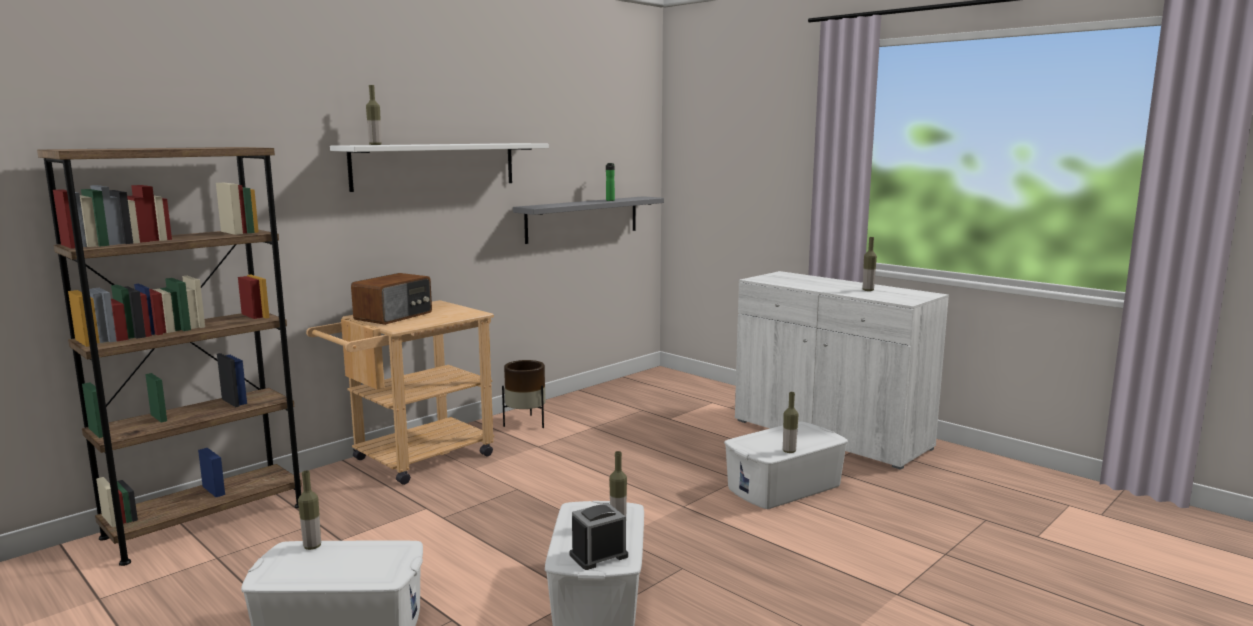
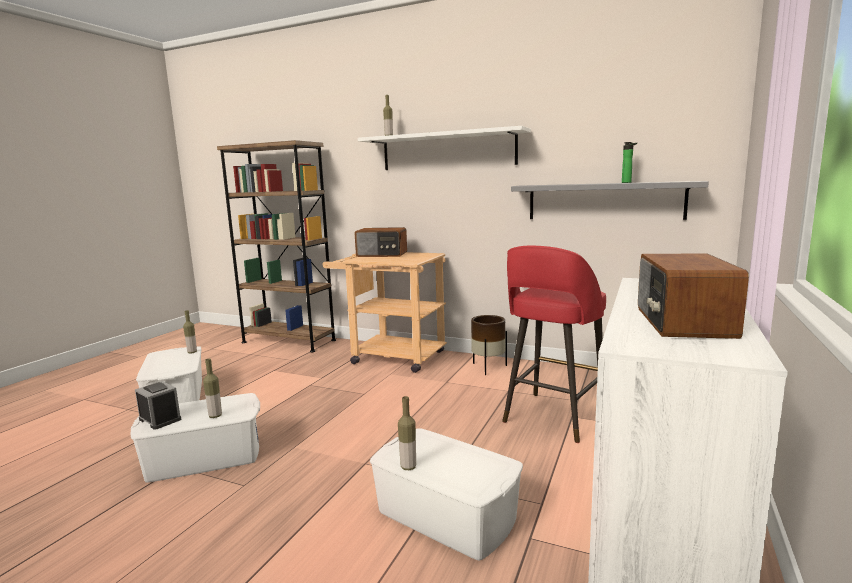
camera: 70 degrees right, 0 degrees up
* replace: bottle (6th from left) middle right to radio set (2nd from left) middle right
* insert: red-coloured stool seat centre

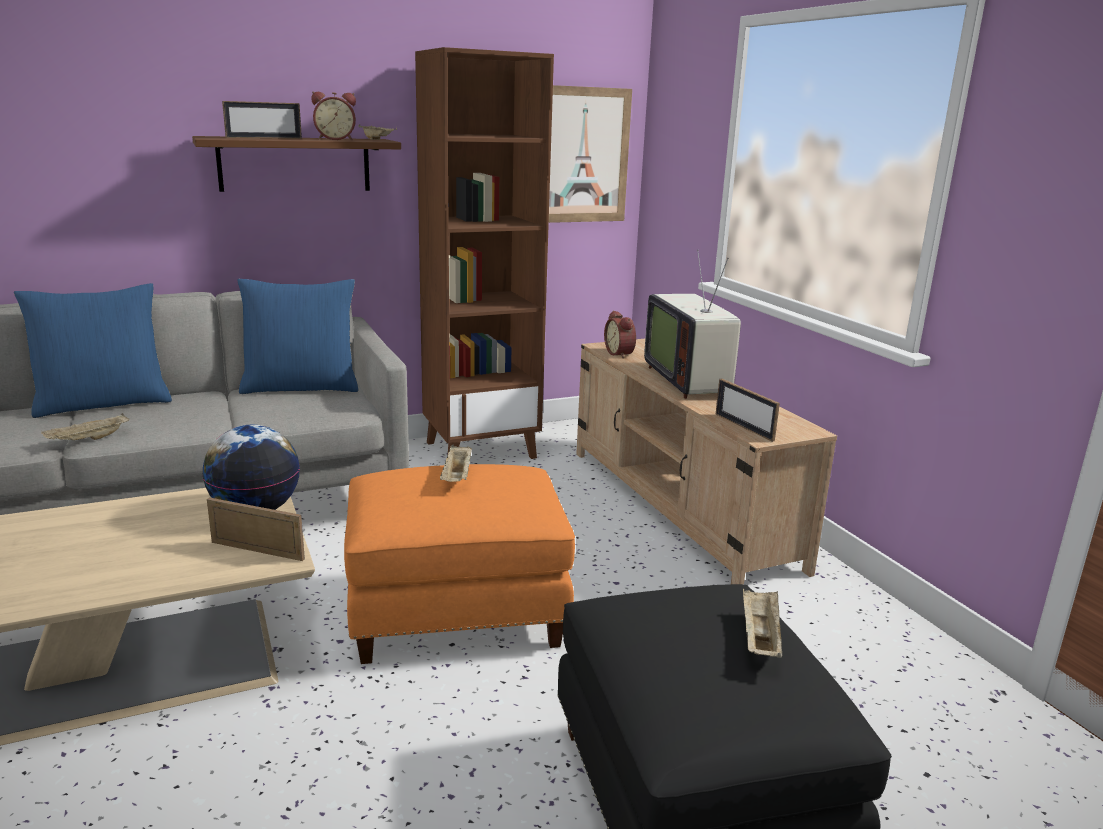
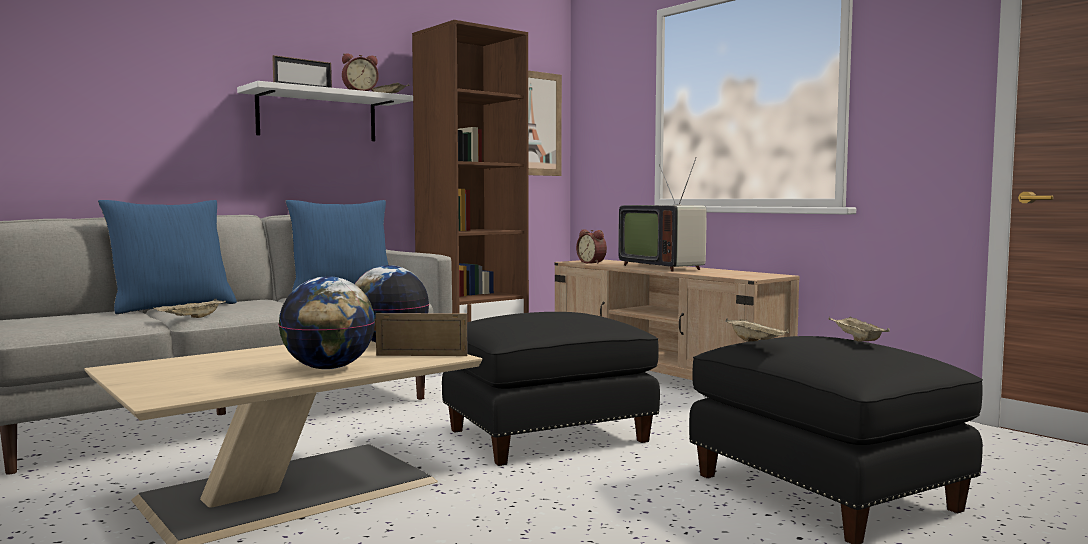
camera: 15 degrees left, 15 degrees down
* recolor: brownish shelf top left to white-coloured shelf top left
* delete: picture frame (3rd from left) middle right
* move: sand-coloured carrying tray (3rd from left) centre to middle right
* recolor: orange pouffe bottom centre to black pouffe (1st from left) bottom centre
* insert: globe (1st from left) middle left

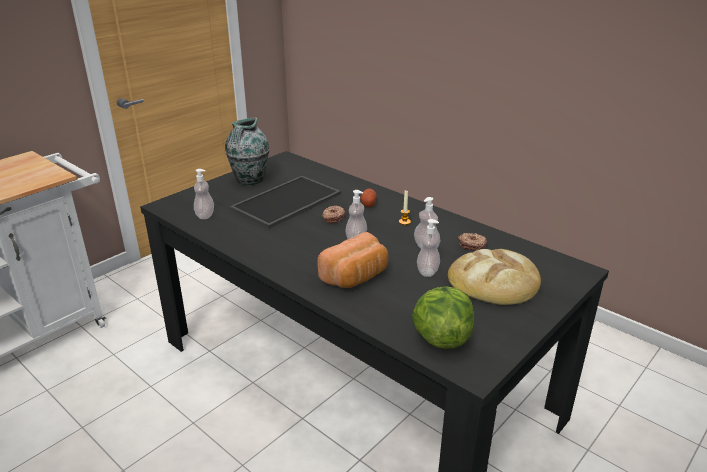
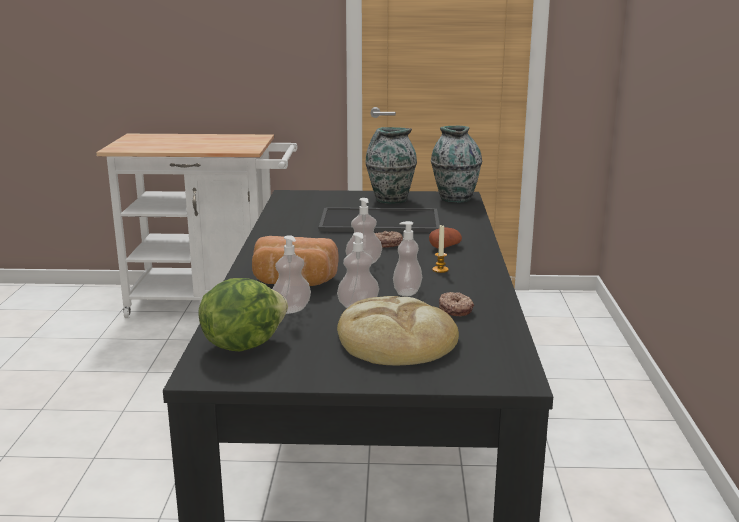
camera: 50 degrees right, 10 degrees down
* move: liquid soap bottle (1st from left) middle left to centre
* insert: flower vase (2nd from left) top centre

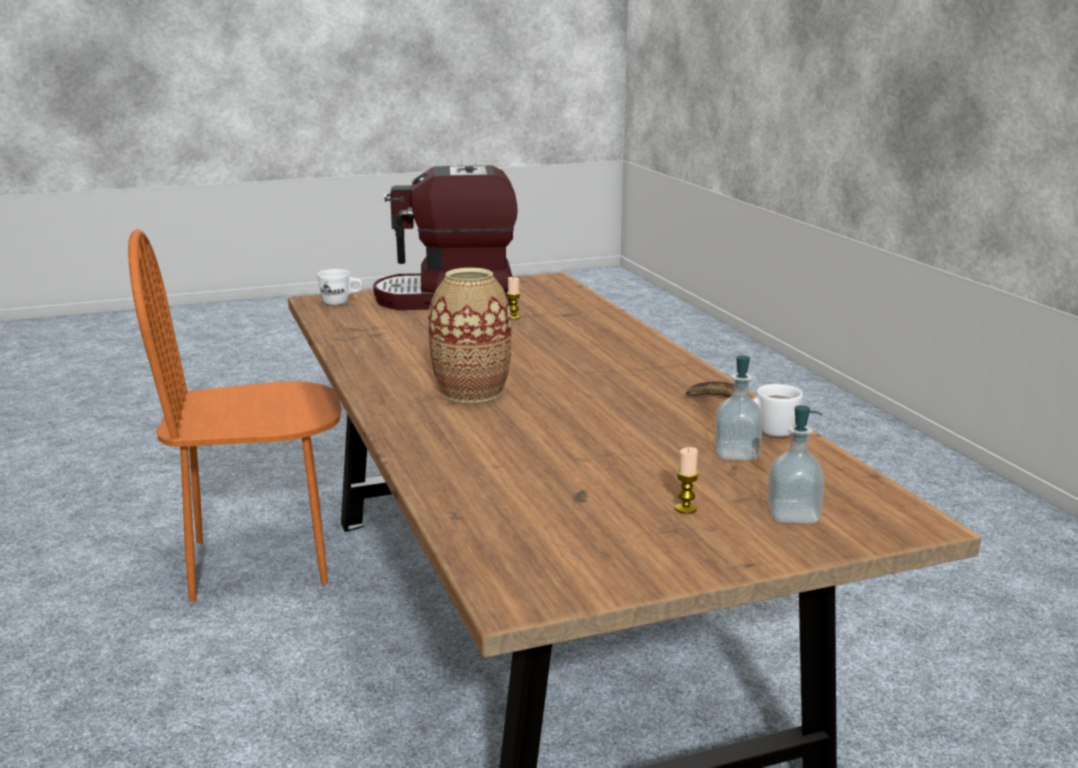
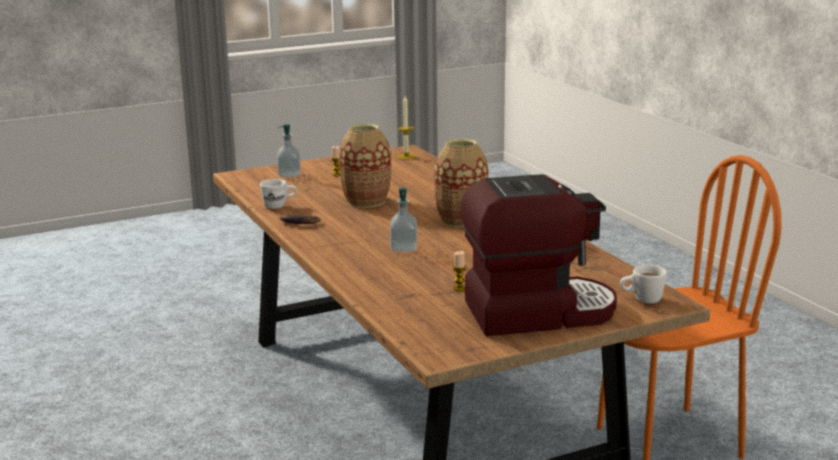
camera: 175 degrees right, 0 degrees up
* move: liquid soap bottle (1st from left in the first image) middle right to liquid soap bottle (2nd from left) centre
* insert: wax candle (2nd from left) top centre
* insert: flower vase (1st from left) centre

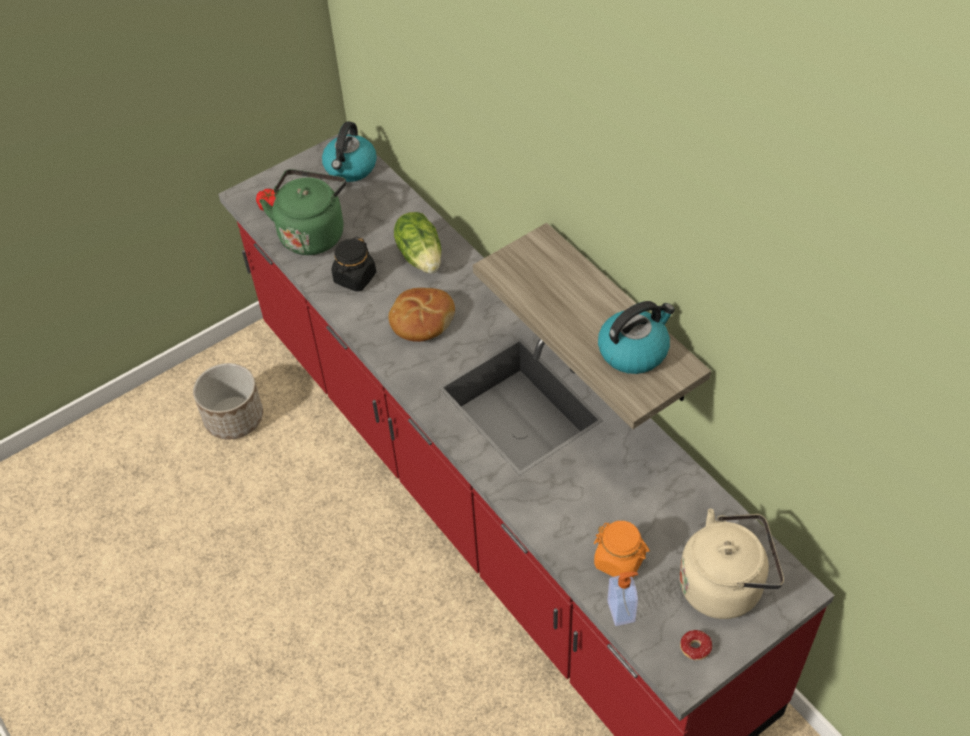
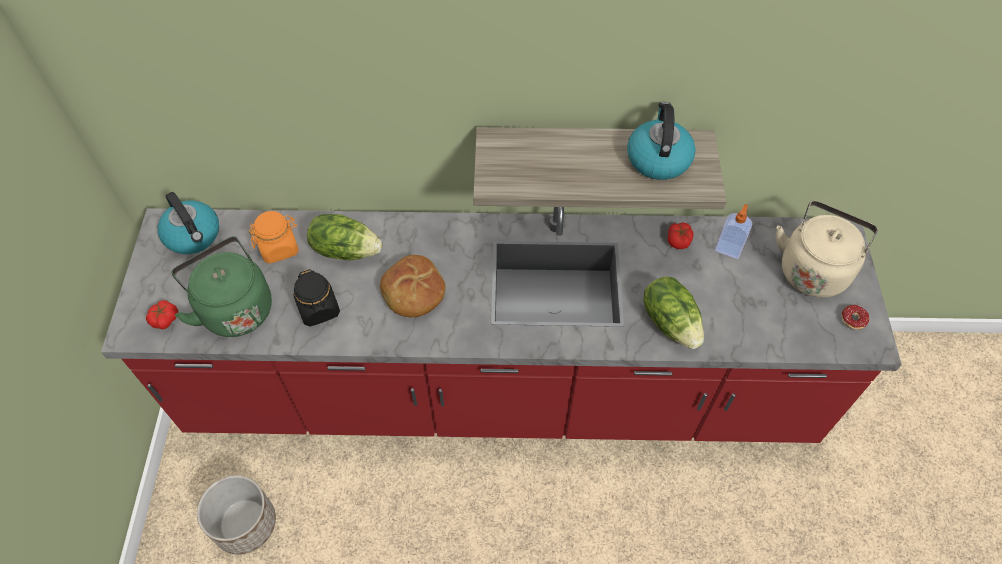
camera: 55 degrees left, 5 degrees up
* move: orange storage jar bottom centre to middle left
* move: liquid soap bottle bottom centre to middle right
* insert: tomato (2nd from left) middle right
* insert: lettuce (2nd from left) middle right

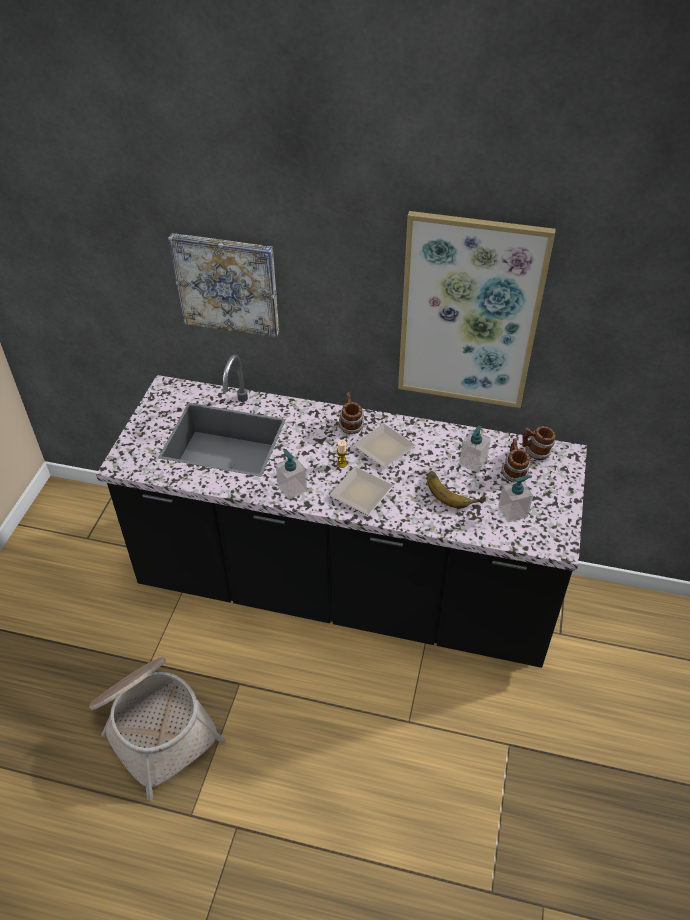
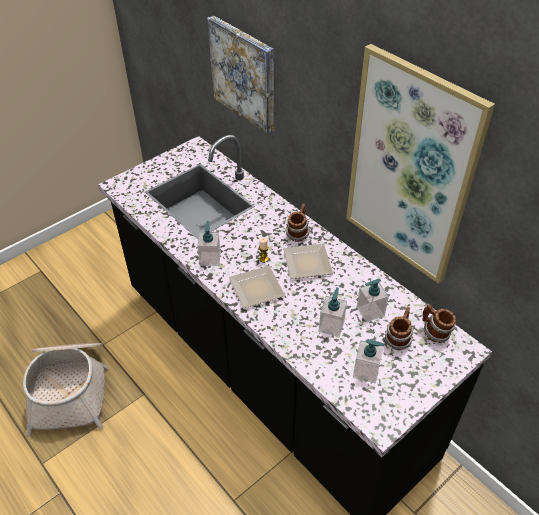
camera: 35 degrees right, 0 degrees up
* replace: banana fruit centre to liquid soap bottle (2nd from left) centre

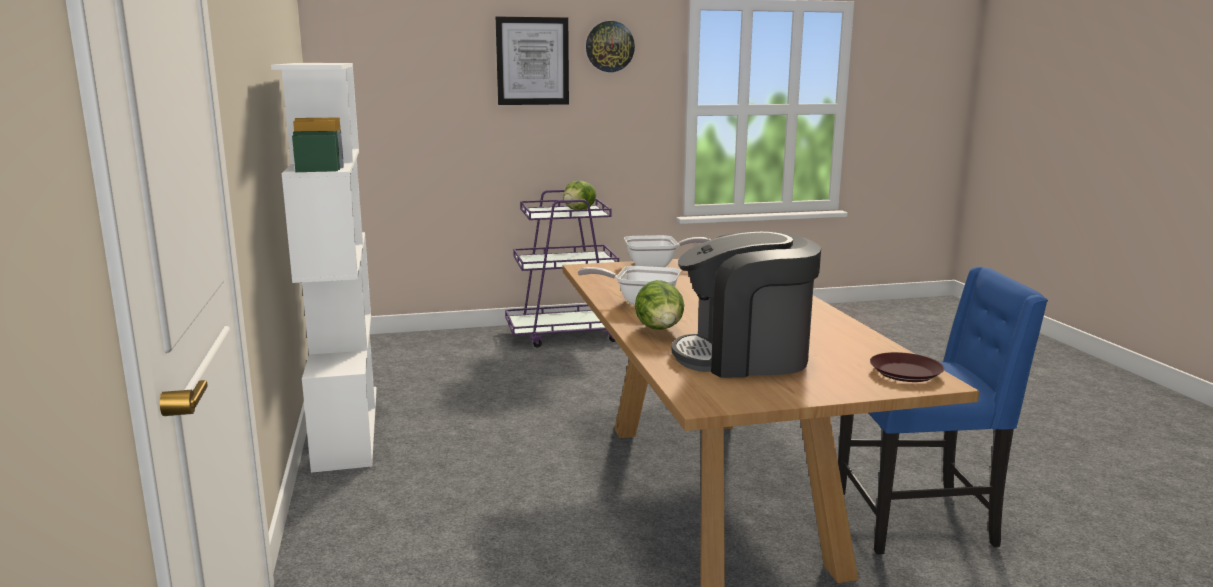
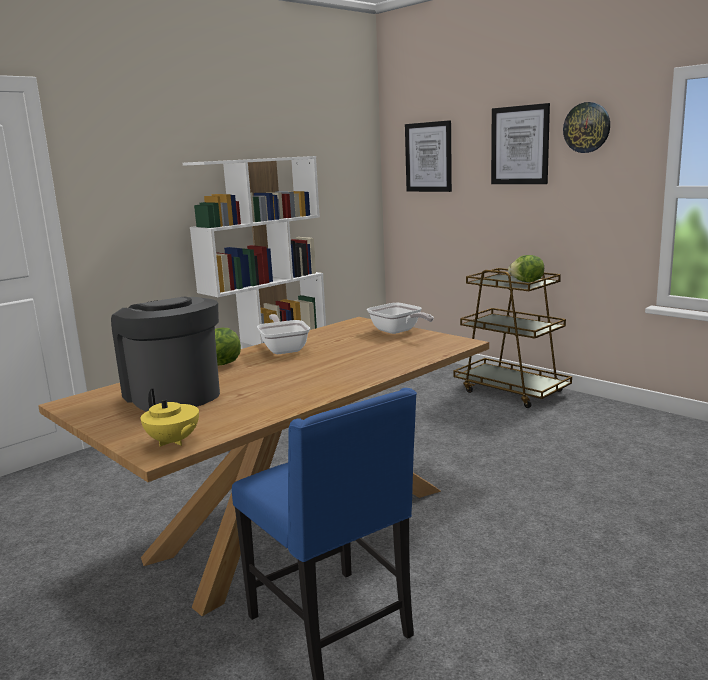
camera: 60 degrees right, 0 degrees up
* recolor: purplish wheeled cart centre to brownish wheeled cart middle right
* replace: brownish plate middle right to yellow-coloured teapot middle left
* insert: wall picture (1st from left) top centre

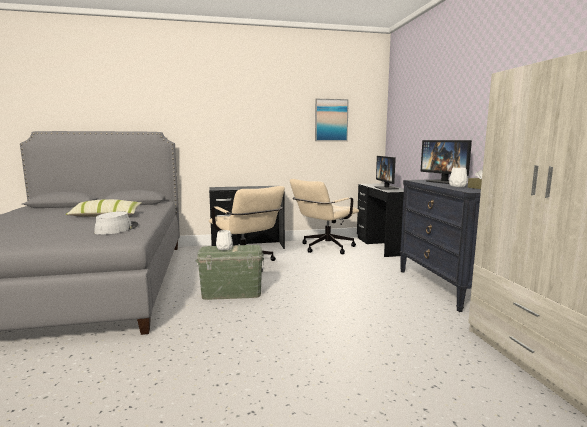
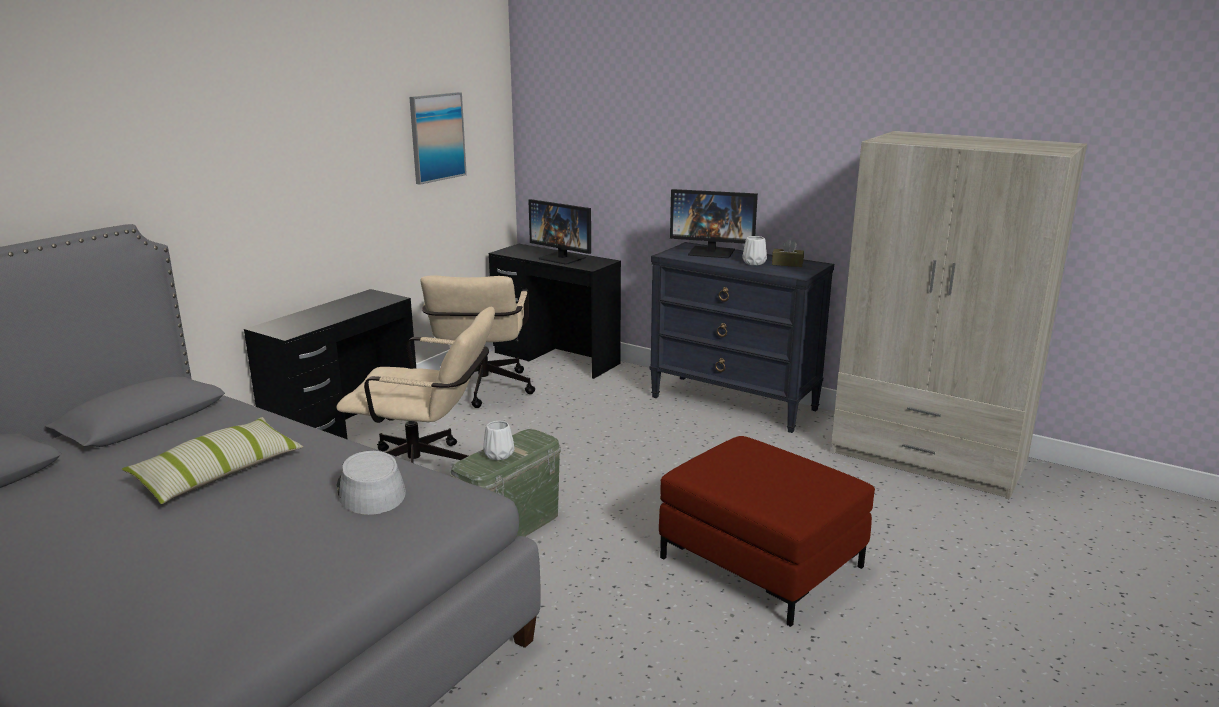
camera: 45 degrees left, 10 degrees up
* insert: red-coloured pouffe bottom centre

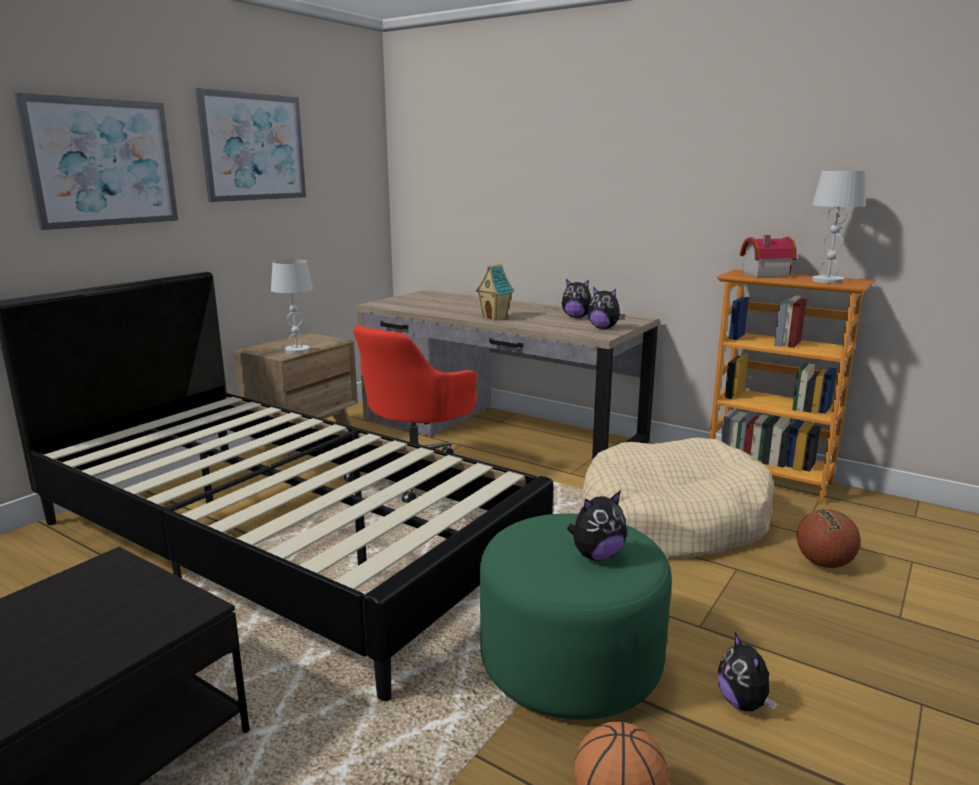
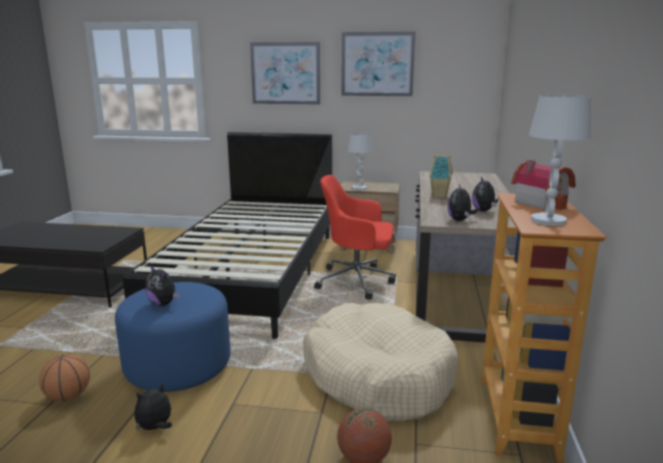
camera: 65 degrees right, 0 degrees up
* recolor: greenish pouffe bottom centre to blue-coloured pouffe bottom left

